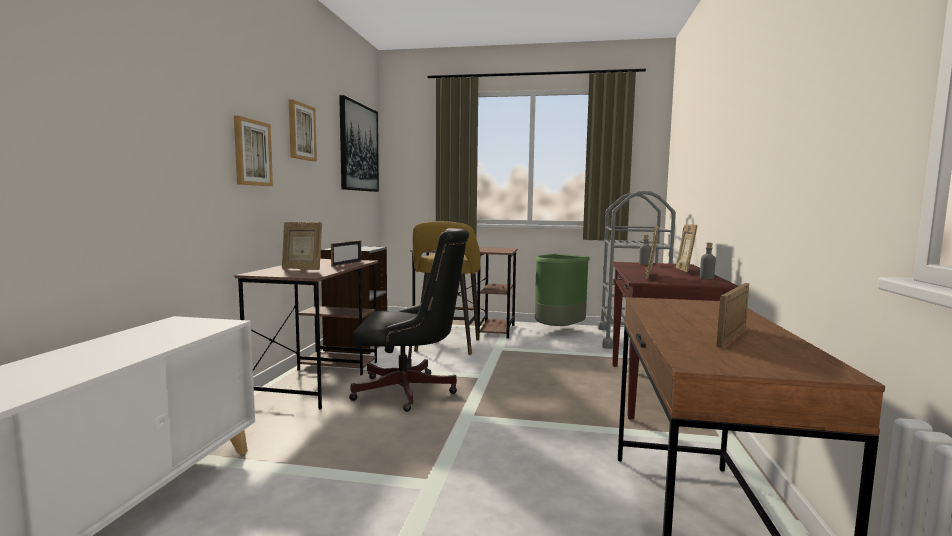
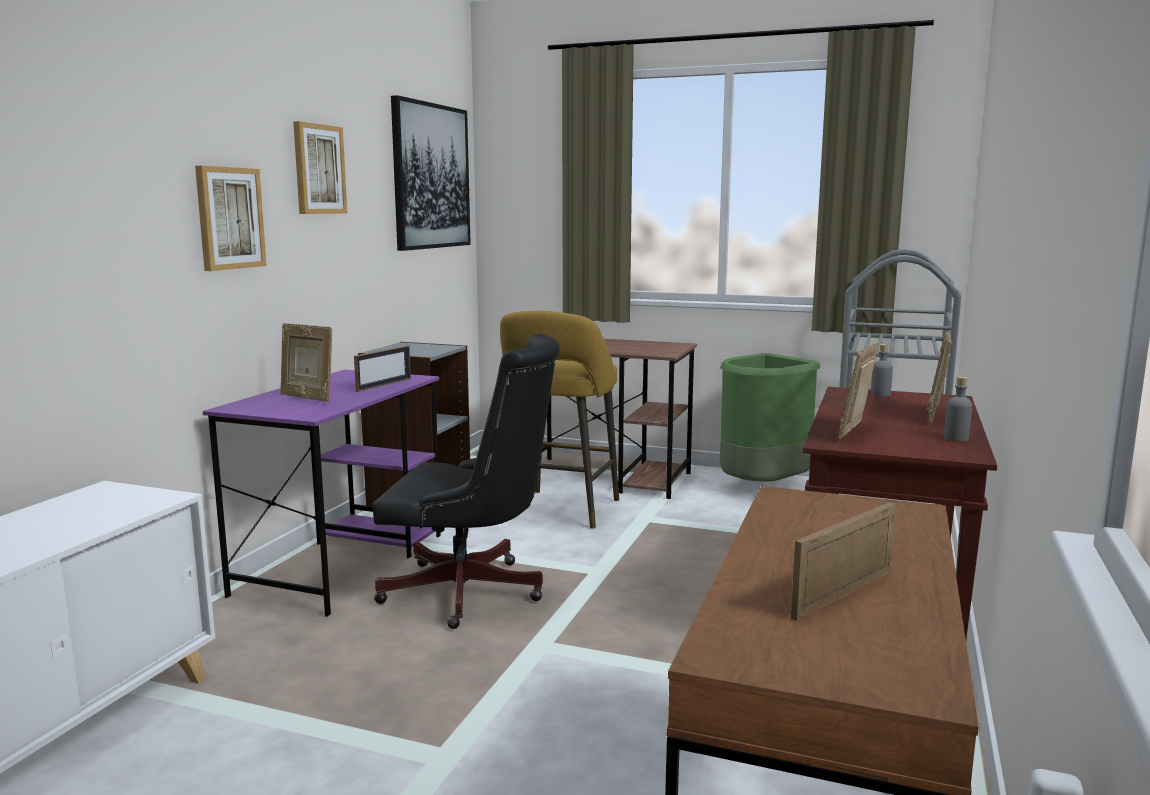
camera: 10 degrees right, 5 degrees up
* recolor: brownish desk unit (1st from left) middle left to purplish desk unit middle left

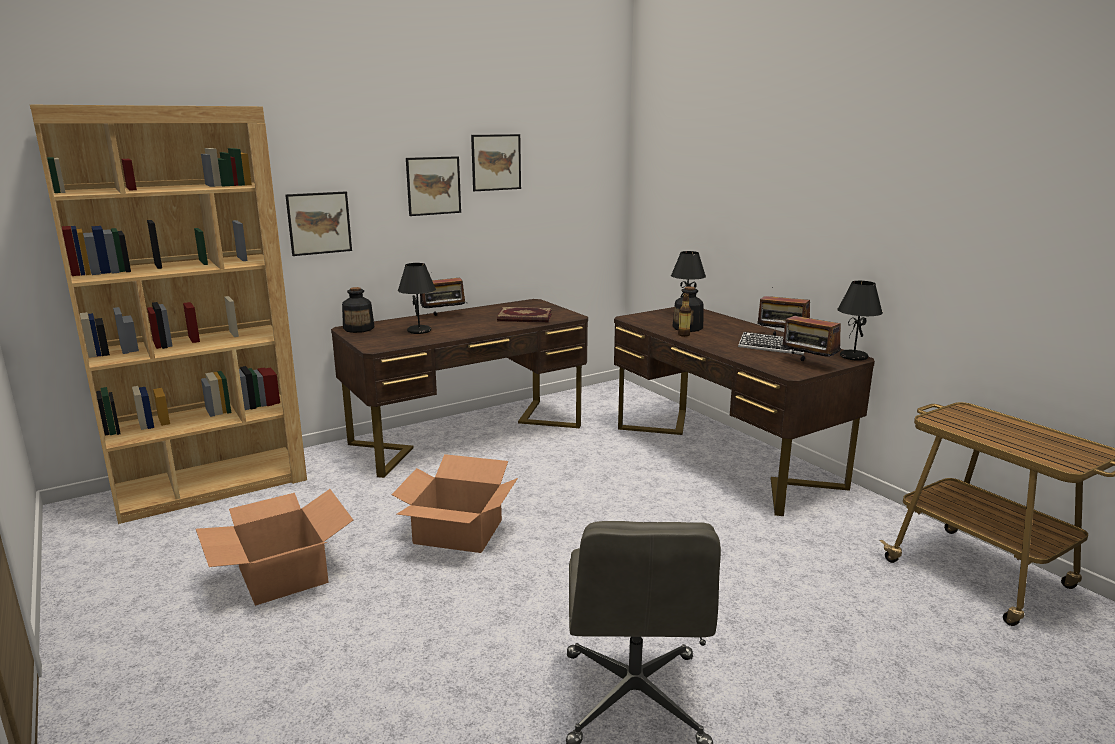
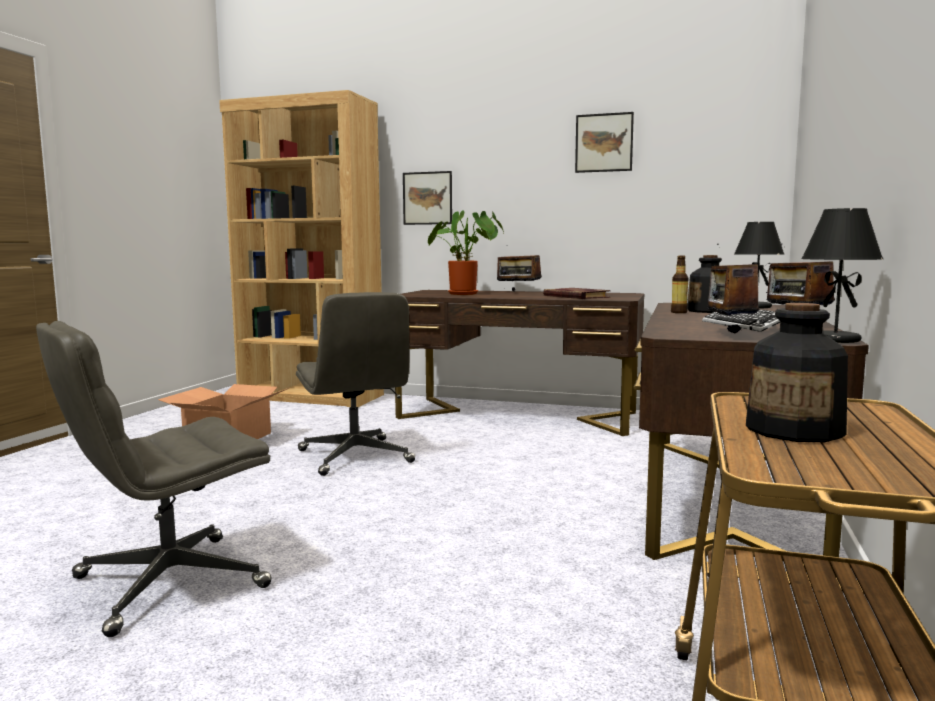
camera: 50 degrees right, 10 degrees down
* delete: wall picture (2nd from left) top centre
* replace: black table lamp (1st from left) centre to potted plant centre
* move: bottle (1st from left in the first image) middle left to bottle (3rd from left) middle right
* replace: packing box (2nd from left) bottom centre to greyish computer chair (2nd from left) centre

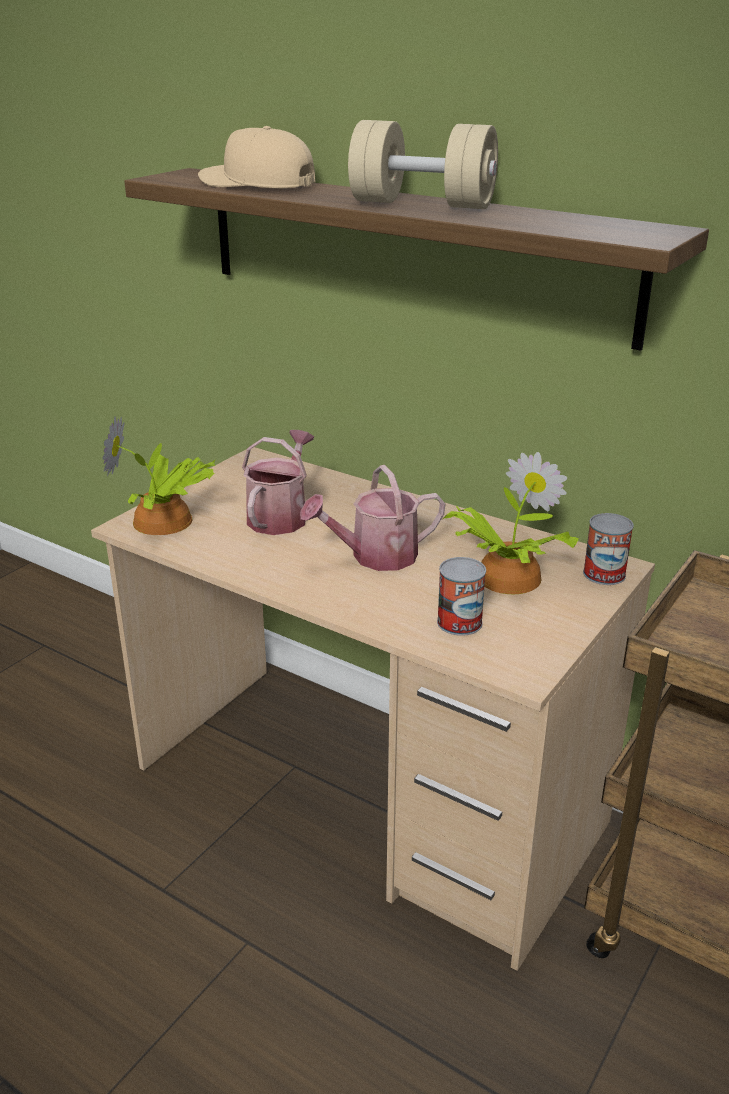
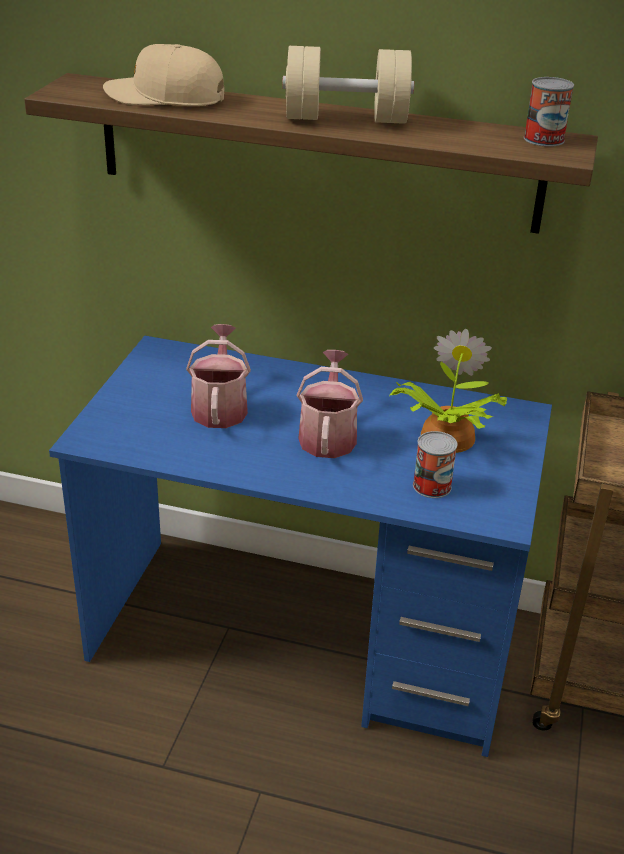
camera: 20 degrees left, 5 degrees up
* delete: potted plant (1st from left) middle left
* recolor: sand-coloured desk unit centre to blue-coloured desk unit centre
* rotate: sprinkling can (2nd from left) centre = centre 135 degrees clockwise
* move: sealed can (2nd from left) middle right to top right

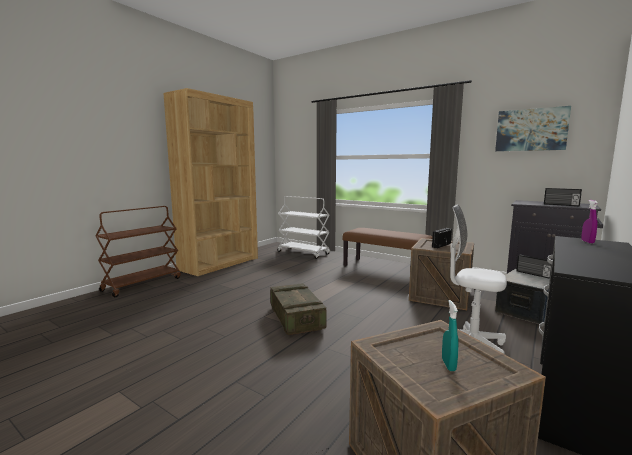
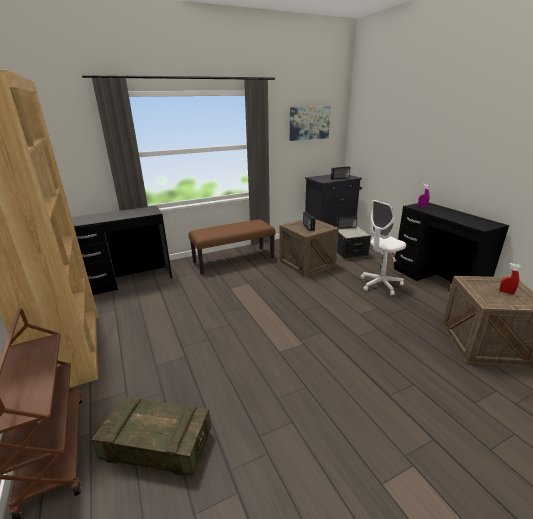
camera: 60 degrees left, 15 degrees up
* replace: white-coloured wheeled cart centre to black desk unit (1st from left) middle left
* move: shipping crate (1st from left) bottom centre to bottom left
* recolor: turquoise-coloured sprayer bottom right to red-coloured sprayer middle right

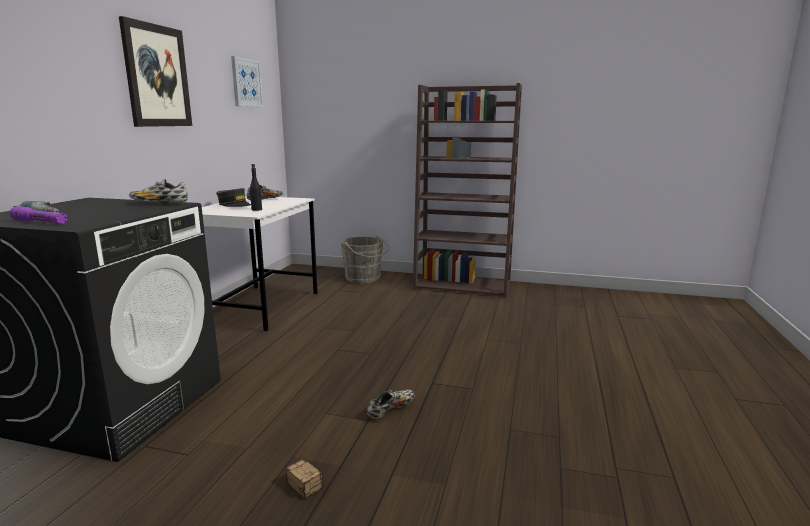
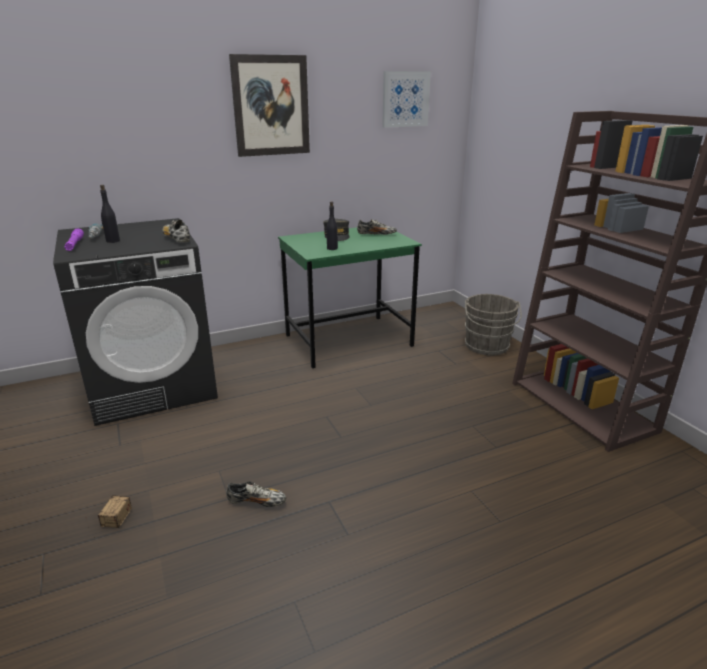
camera: 50 degrees right, 10 degrees up
* recolor: white-coloured desk unit middle left to greenish desk unit centre
* insert: black bottle (1st from left) top left

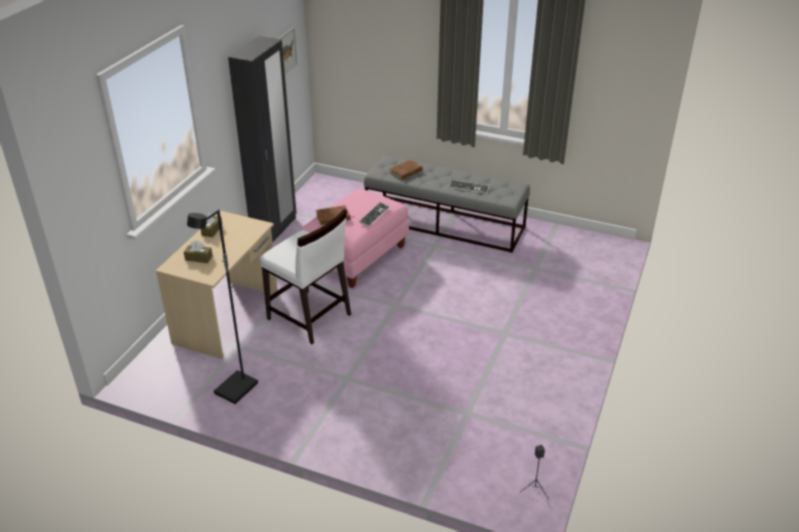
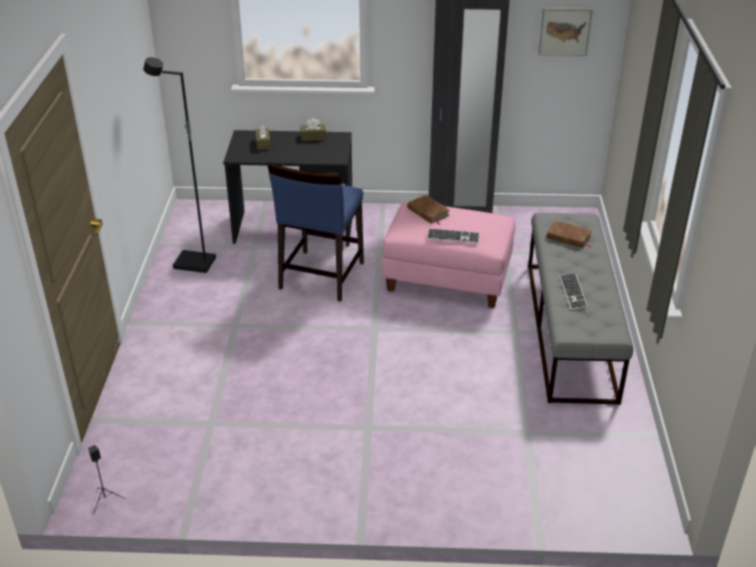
camera: 70 degrees right, 0 degrees up
* recolor: white-coloured plain chair centre to blue-coloured plain chair centre
* recolor: sand-coloured desk unit middle left to black desk unit top centre

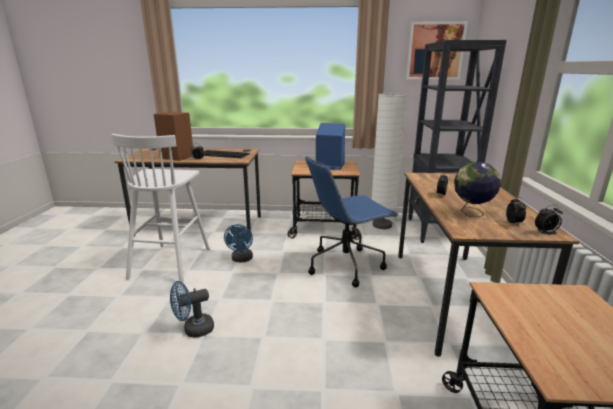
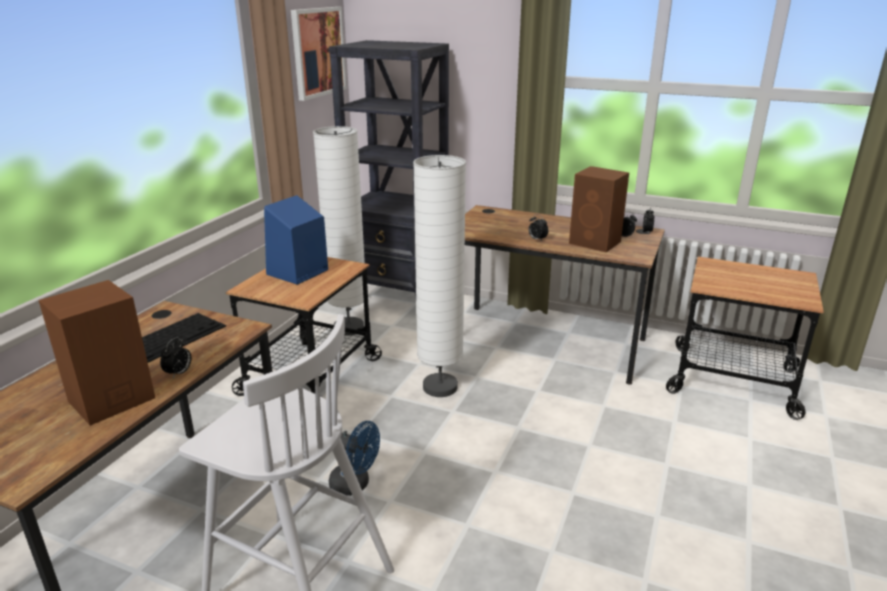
camera: 70 degrees left, 5 degrees up
* replace: blue-coloured computer chair centre to white-coloured standing lamp (2nd from left) centre
* replace: globe middle right to brownish loudspeaker (2nd from left) middle right
* delete: blue-coloured fan (1st from left) bottom left

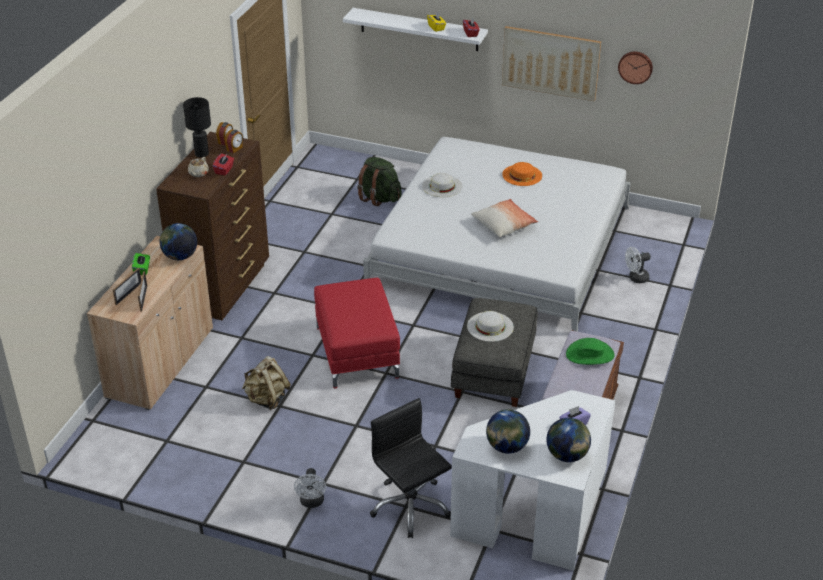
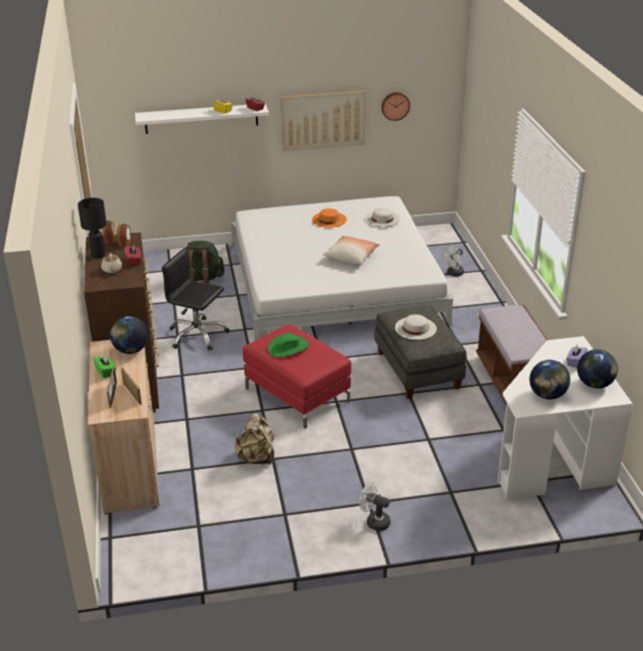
camera: 30 degrees left, 5 degrees down
* move: white-coloured clothing hat (1st from left) top centre to centre
* move: greenish clothing hat middle right to centre
* move: black computer chair bottom centre to middle left
* rotate: white-coloured fan (1st from left) bottom centre = bottom centre 150 degrees clockwise

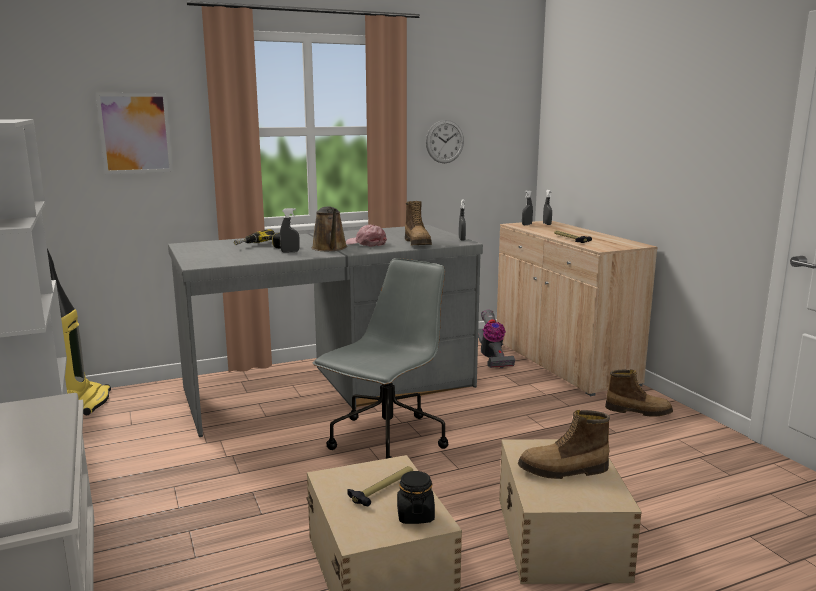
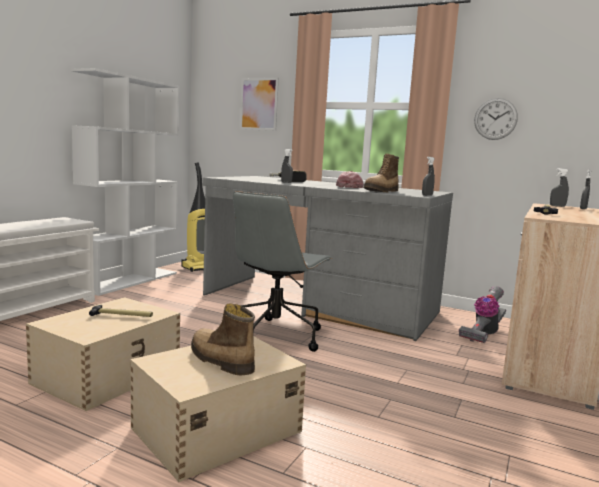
camera: 50 degrees right, 5 degrees down
* delete: brownish sprinkling can centre
* rotate: greyish computer chair centre = centre 120 degrees clockwise
* delete: tall boot (3rd from left) middle right
* delete: black storage jar bottom centre

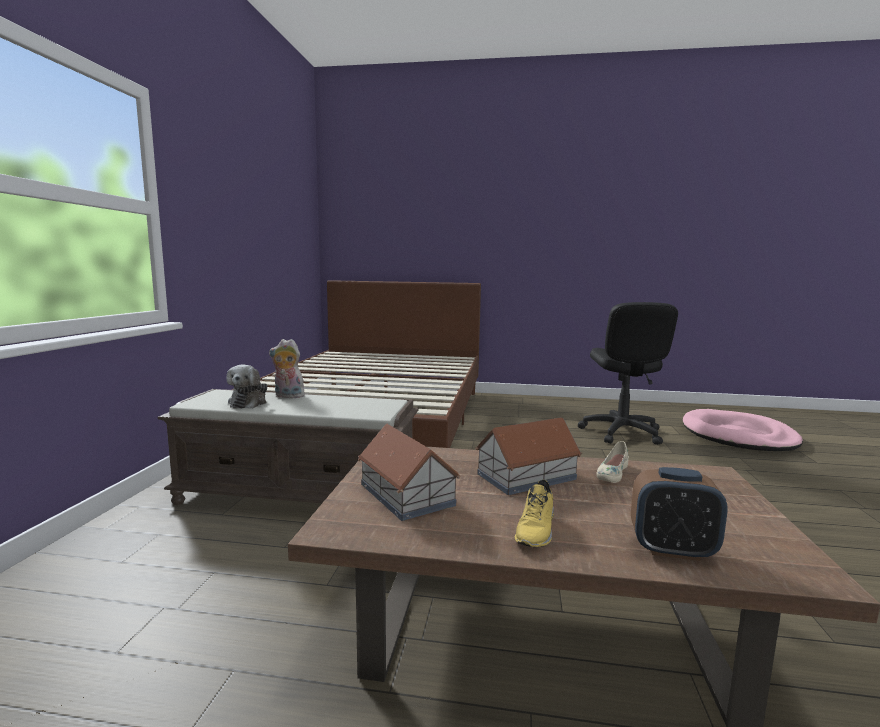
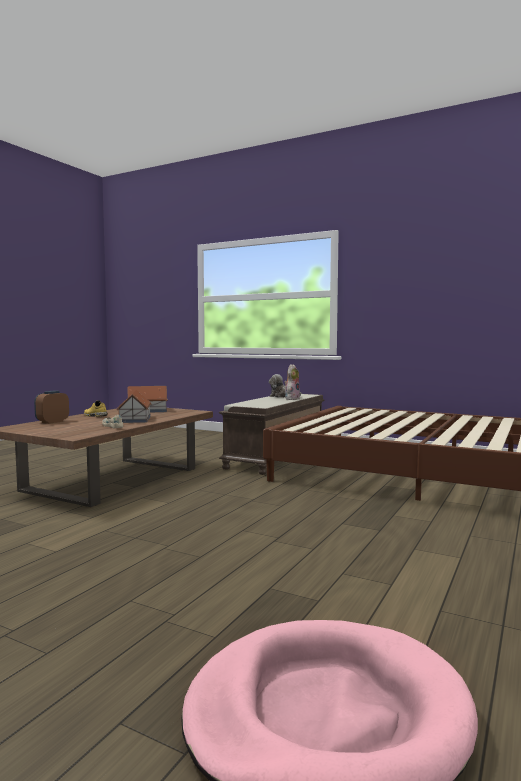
camera: 110 degrees right, 5 degrees down
* delete: black computer chair middle right

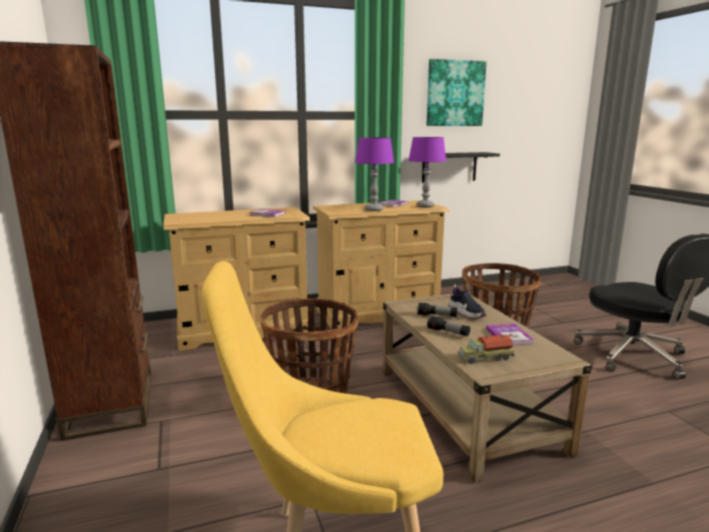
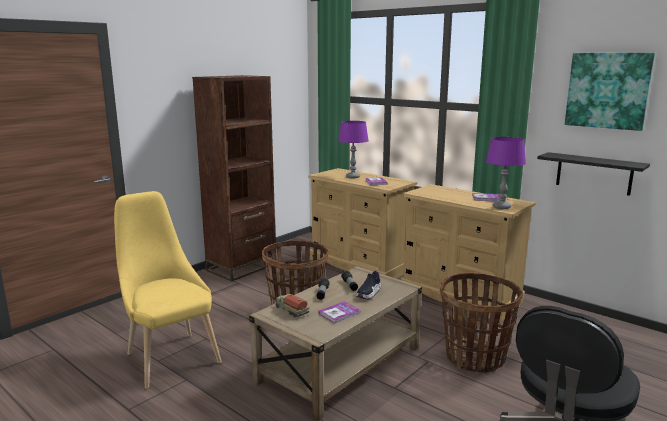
camera: 60 degrees right, 0 degrees up
* move: purplish table lamp (1st from left) top centre to centre

